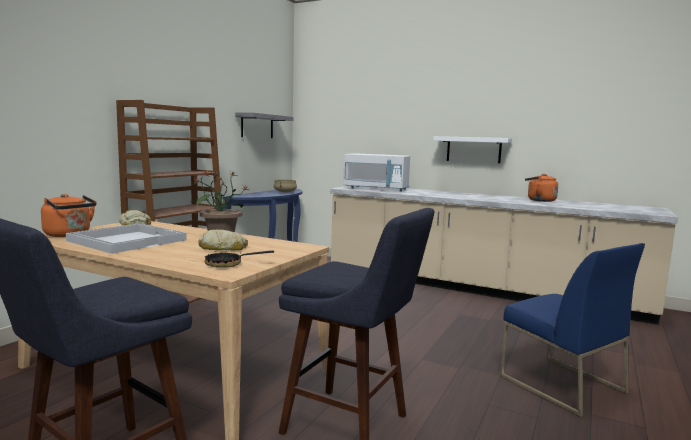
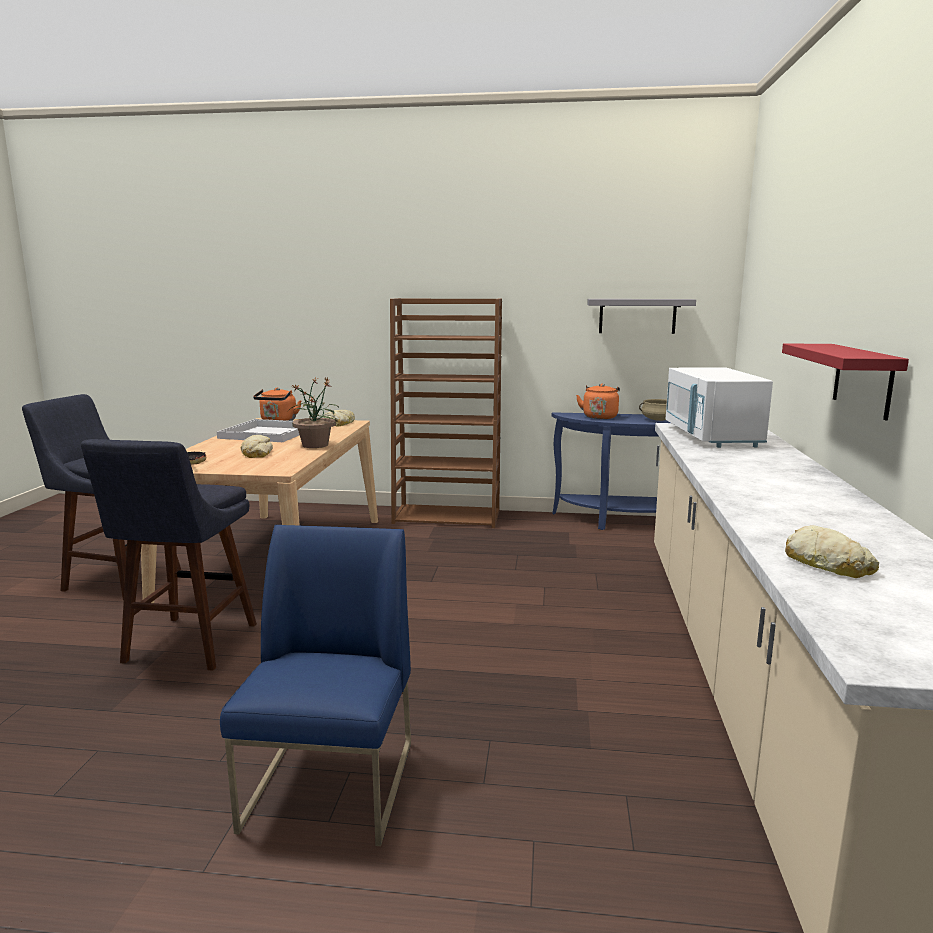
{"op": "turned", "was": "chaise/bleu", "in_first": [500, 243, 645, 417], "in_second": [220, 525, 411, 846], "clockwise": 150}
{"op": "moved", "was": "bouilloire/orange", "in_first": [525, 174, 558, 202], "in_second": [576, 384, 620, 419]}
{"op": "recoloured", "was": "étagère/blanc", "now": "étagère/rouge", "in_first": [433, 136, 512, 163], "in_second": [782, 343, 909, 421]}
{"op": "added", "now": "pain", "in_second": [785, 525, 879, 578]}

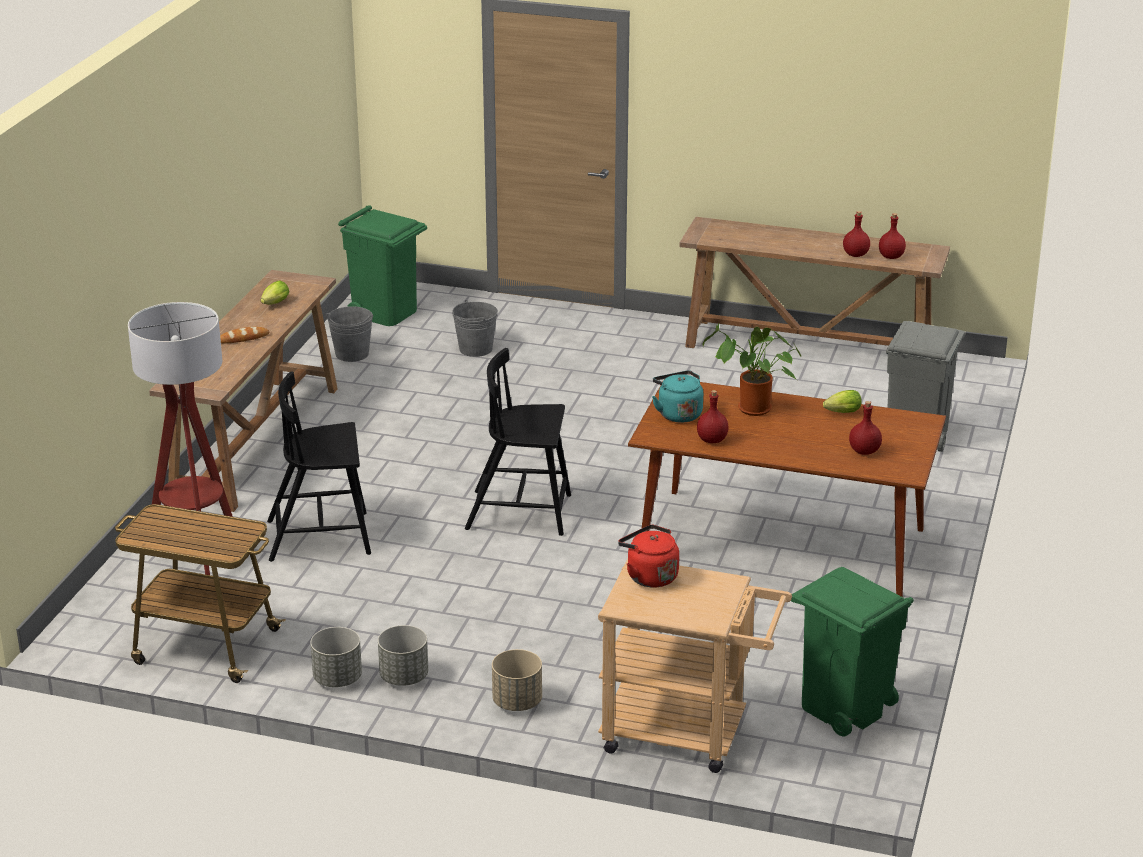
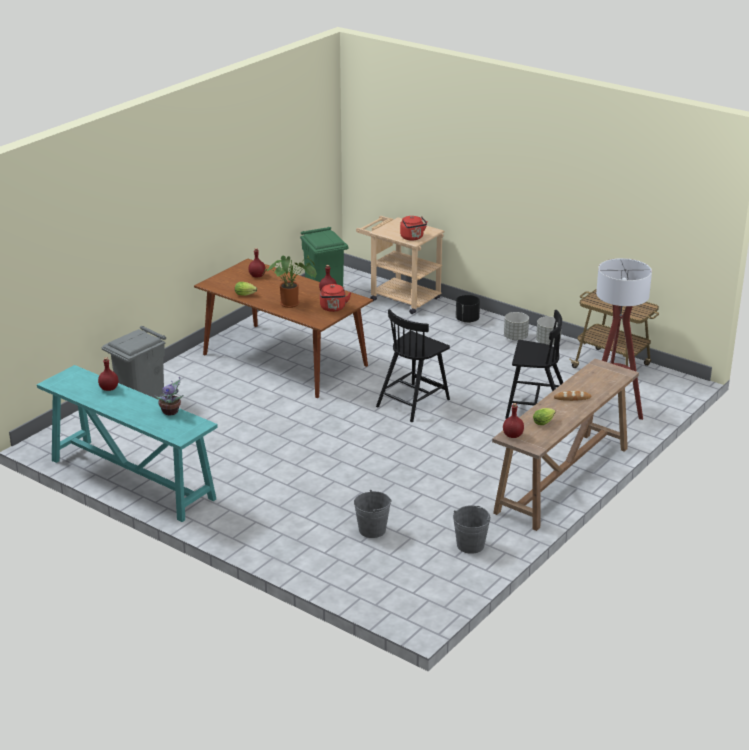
{"op": "recoloured", "was": "table console/marron", "now": "table console/turquoise", "in_first": [679, 217, 950, 348], "in_second": [37, 365, 218, 522]}
{"op": "added", "now": "plante en pot", "in_second": [154, 377, 183, 415]}
{"op": "recoloured", "was": "bouilloire/turquoise", "now": "bouilloire/rouge", "in_first": [652, 371, 703, 423], "in_second": [320, 284, 351, 312]}
{"op": "turned", "was": "chaise/noir", "in_first": [465, 348, 571, 536], "in_second": [376, 309, 450, 422], "clockwise": 105}
{"op": "recoloured", "was": "cache-pot/beige", "now": "cache-pot/noir", "in_first": [492, 649, 542, 711], "in_second": [456, 295, 480, 323]}
{"op": "moved", "was": "bouteille/rouge", "in_first": [879, 213, 906, 259], "in_second": [503, 403, 524, 438]}
{"op": "removed", "was": "poubelle/vert", "in_first": [338, 205, 427, 326]}

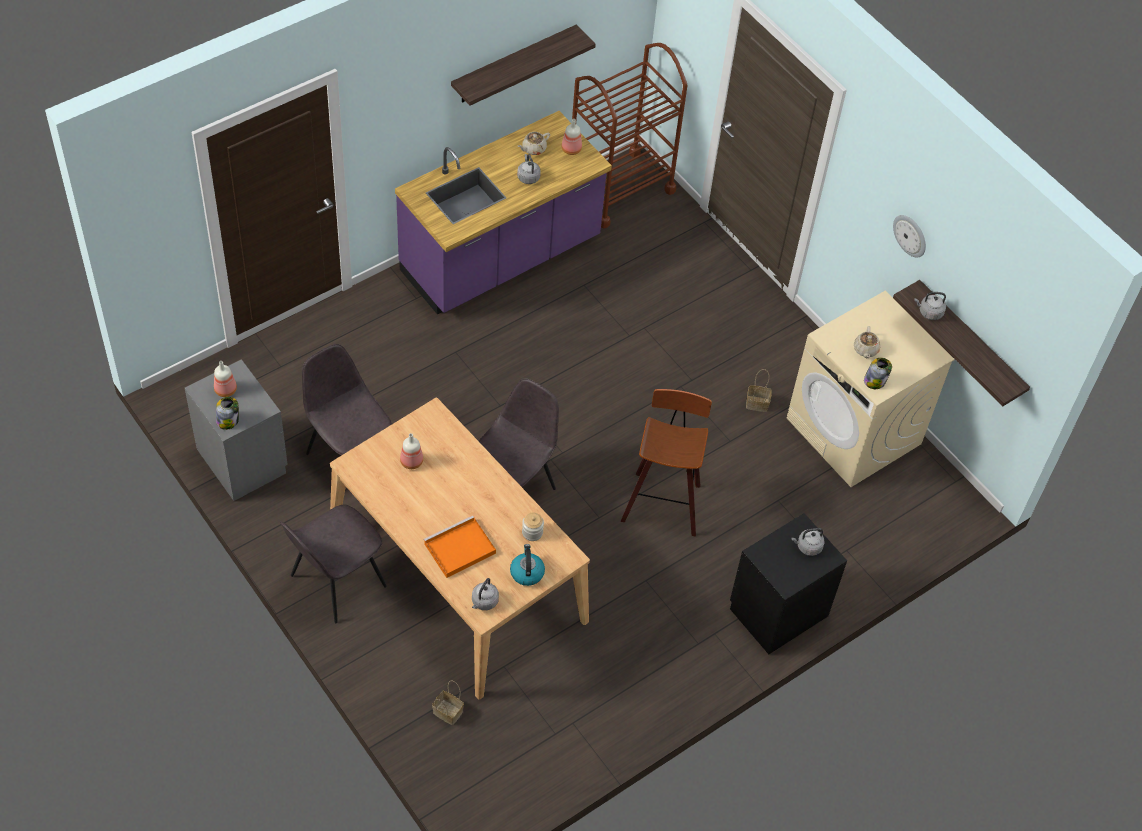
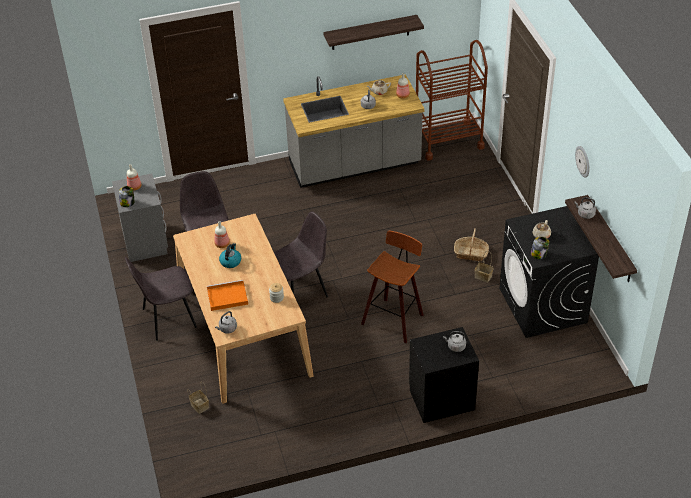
{"op": "moved", "was": "bouilloire", "in_first": [510, 544, 545, 586], "in_second": [219, 243, 241, 268]}
{"op": "recoloured", "was": "comptoir de cuisine/violet", "now": "comptoir de cuisine/gris", "in_first": [395, 111, 612, 315], "in_second": [283, 74, 425, 188]}
{"op": "added", "now": "panier", "in_second": [454, 228, 489, 261]}
{"op": "recoloured", "was": "lave-linge/beige", "now": "lave-linge/noir", "in_first": [786, 291, 955, 487], "in_second": [499, 206, 599, 338]}

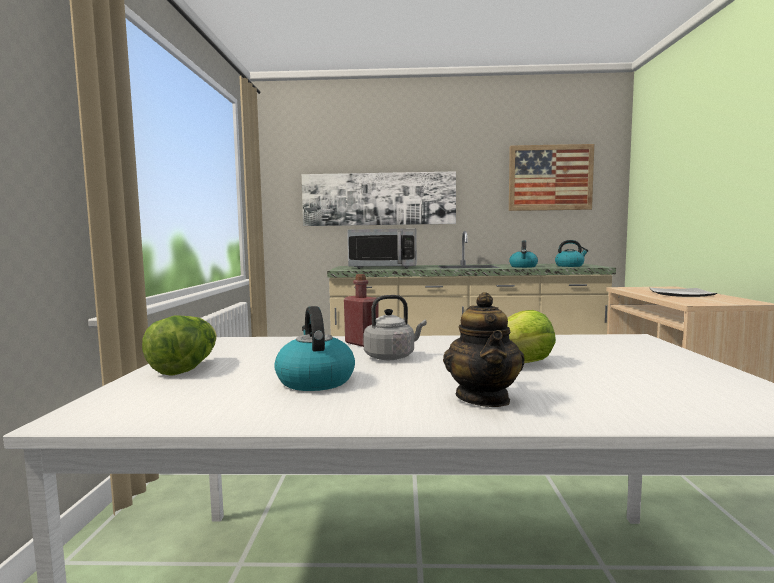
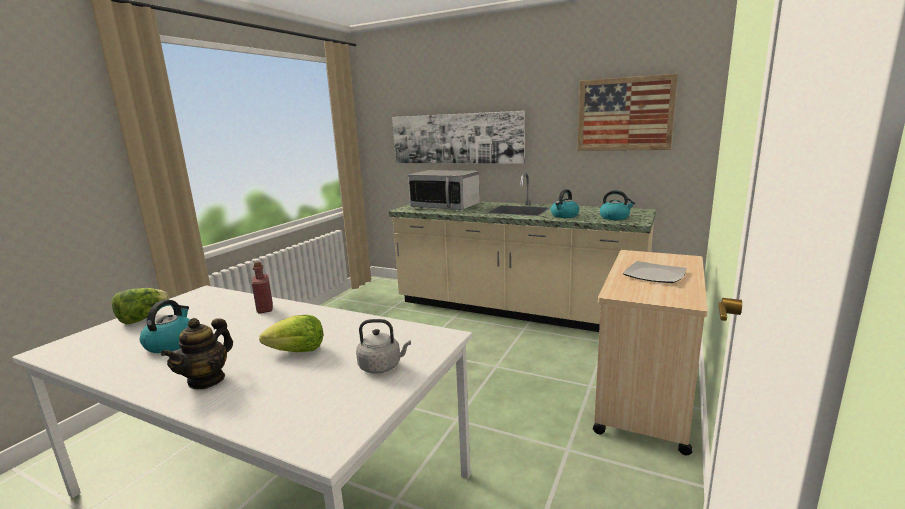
{"op": "moved", "was": "bouilloire/gris", "in_first": [363, 295, 427, 360], "in_second": [356, 319, 411, 374]}

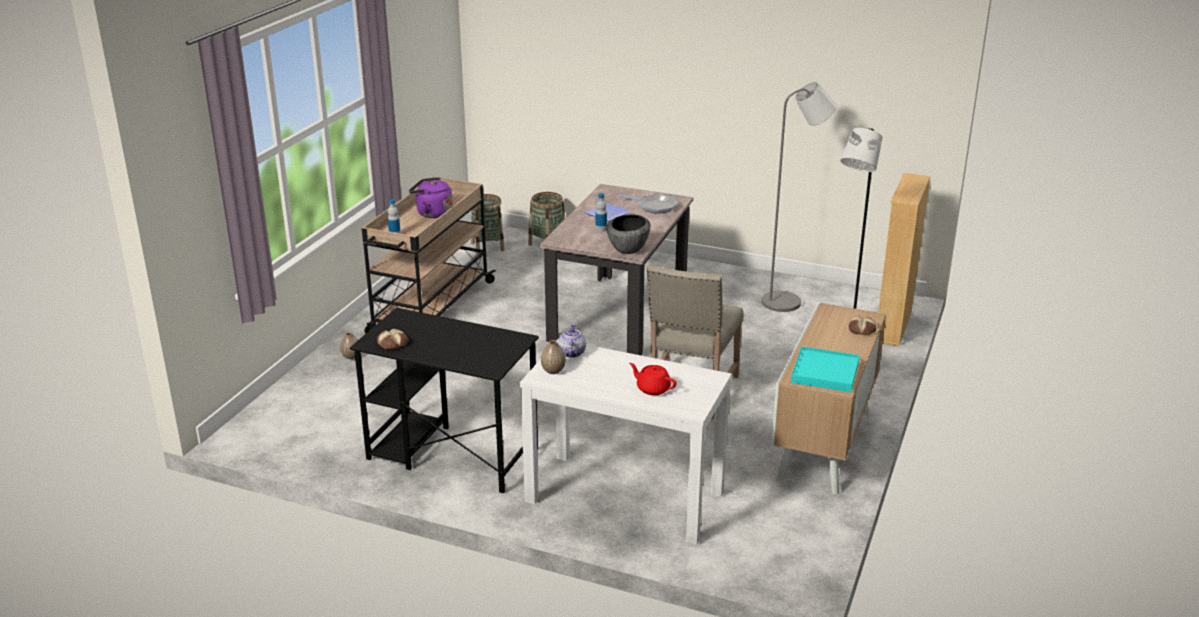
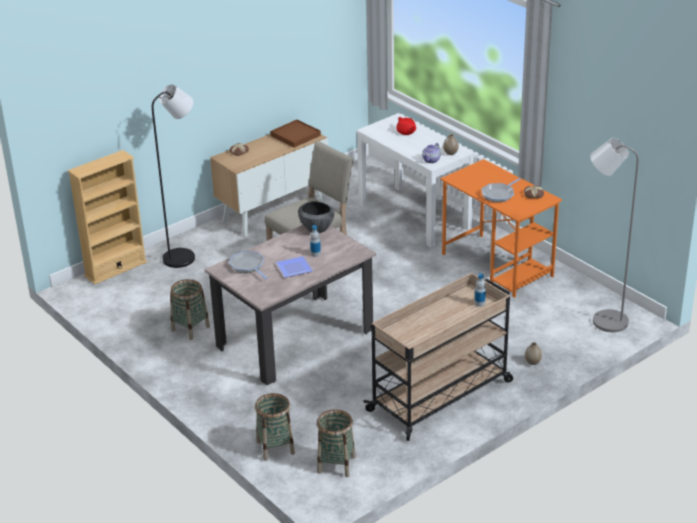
{"op": "added", "now": "panier", "in_second": [170, 279, 210, 340]}
{"op": "recoloured", "was": "plateau/turquoise", "now": "plateau/marron", "in_first": [791, 346, 860, 392], "in_second": [270, 120, 321, 148]}
{"op": "recoloured", "was": "bureau/noir", "now": "bureau/orange", "in_first": [350, 308, 539, 493], "in_second": [440, 159, 562, 298]}
{"op": "added", "now": "poêle", "in_second": [482, 178, 521, 202]}
{"op": "moved", "was": "lampadaire/gris", "in_first": [762, 82, 837, 312], "in_second": [590, 138, 639, 332]}
{"op": "removed", "was": "bouilloire/violet", "in_first": [409, 177, 453, 218]}

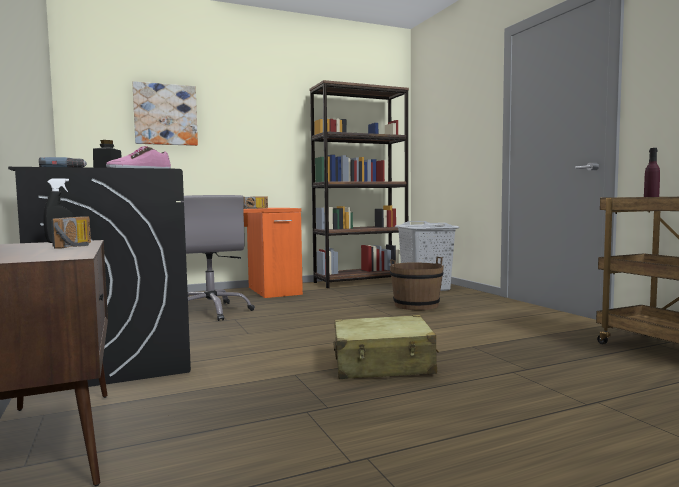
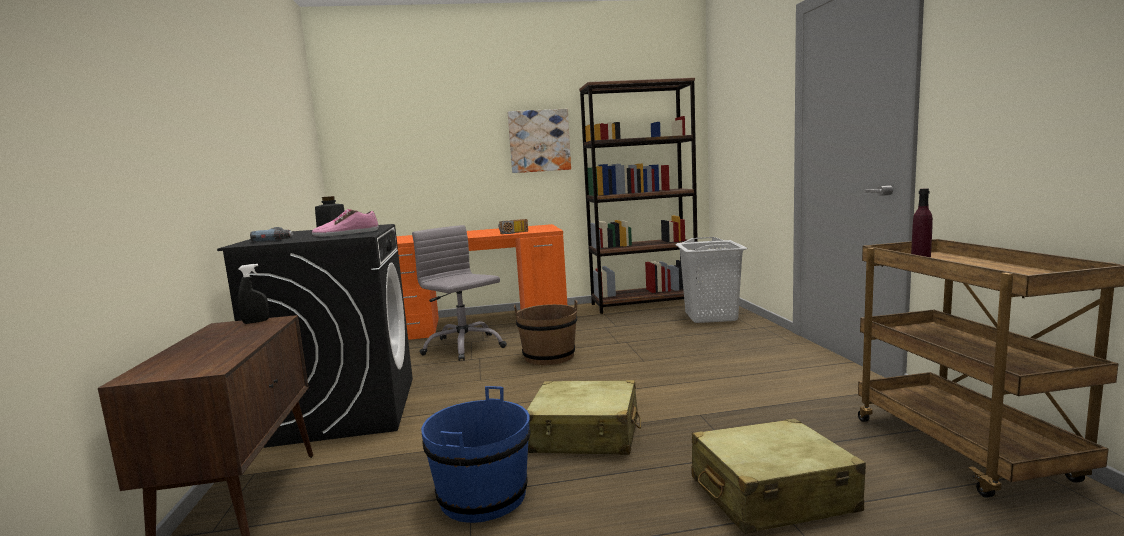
{"op": "turned", "was": "chaise de bureau/gris", "in_first": [181, 195, 255, 321], "in_second": [412, 225, 507, 361], "clockwise": 150}
{"op": "added", "now": "seau/bleu", "in_second": [421, 386, 530, 523]}
{"op": "moved", "was": "tableau", "in_first": [132, 81, 198, 146], "in_second": [508, 109, 571, 173]}
{"op": "moved", "was": "seau/marron", "in_first": [390, 257, 444, 310], "in_second": [514, 300, 577, 365]}
{"op": "added", "now": "valise/beige", "in_second": [691, 418, 866, 534]}
{"op": "removed", "was": "radio", "in_first": [51, 216, 91, 249]}

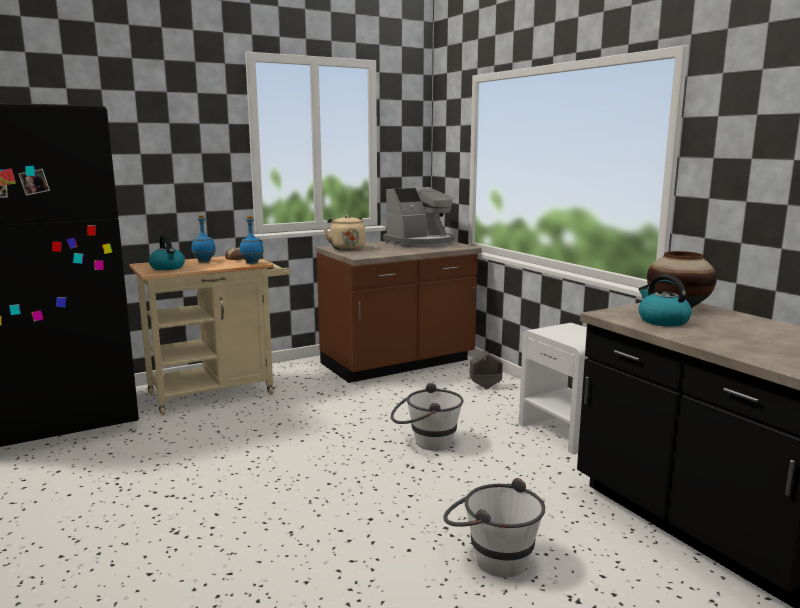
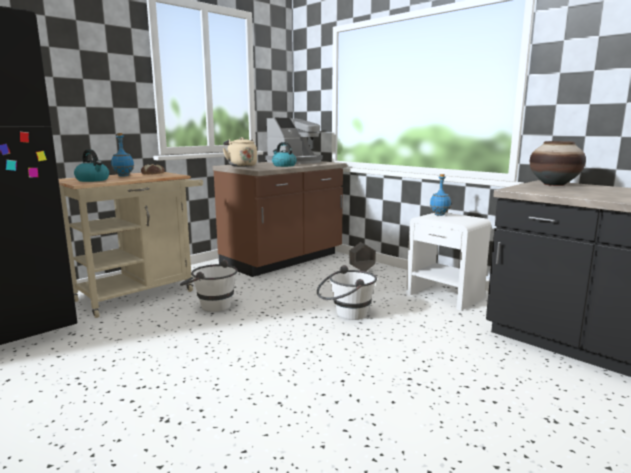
{"op": "moved", "was": "seau/blanc", "in_first": [443, 478, 545, 577], "in_second": [180, 260, 238, 312]}
{"op": "moved", "was": "bouilloire", "in_first": [639, 275, 692, 327], "in_second": [272, 142, 297, 167]}
{"op": "moved", "was": "bouteille/bleu", "in_first": [240, 216, 264, 264], "in_second": [430, 174, 451, 216]}

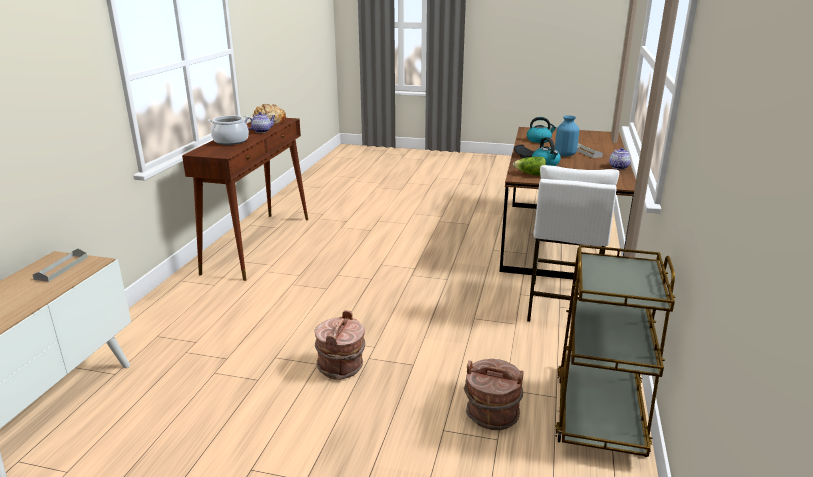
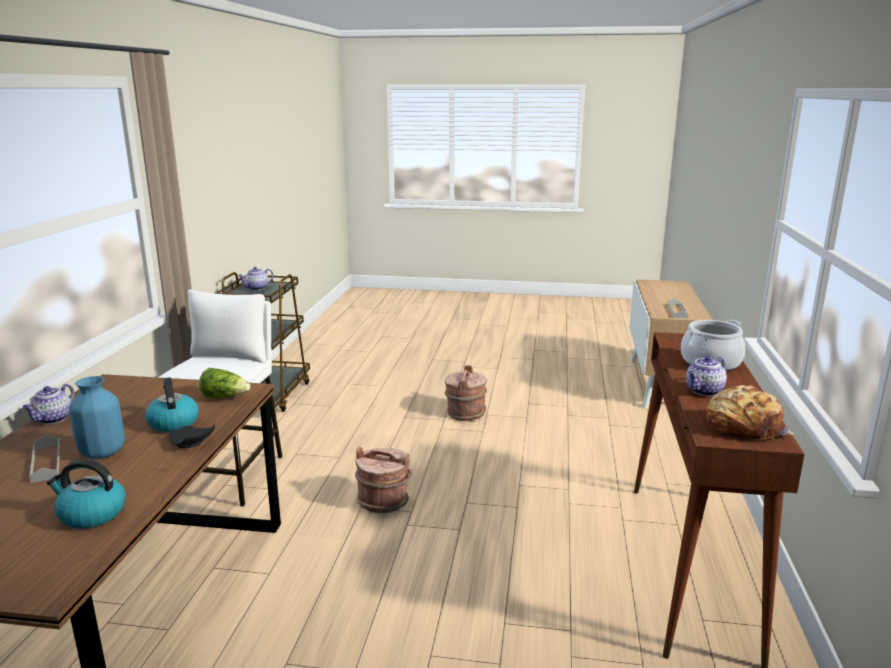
{"op": "added", "now": "théière", "in_second": [238, 267, 273, 290]}
{"op": "moved", "was": "seau/marron", "in_first": [464, 359, 524, 430], "in_second": [355, 447, 412, 513]}

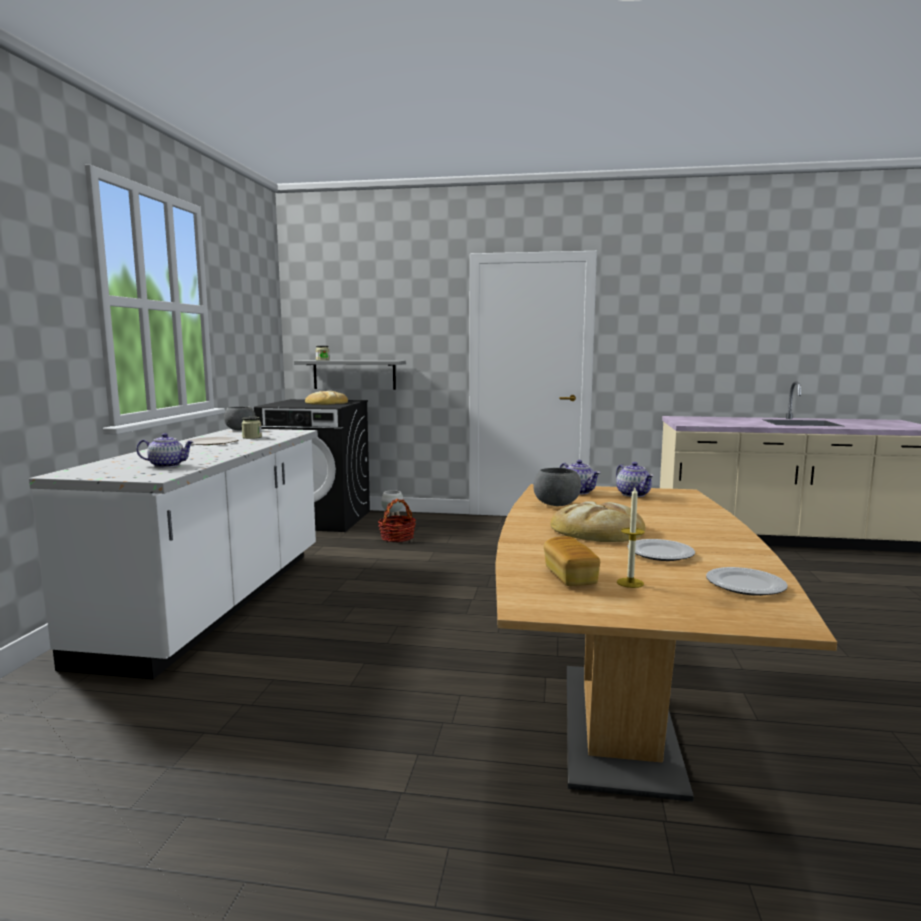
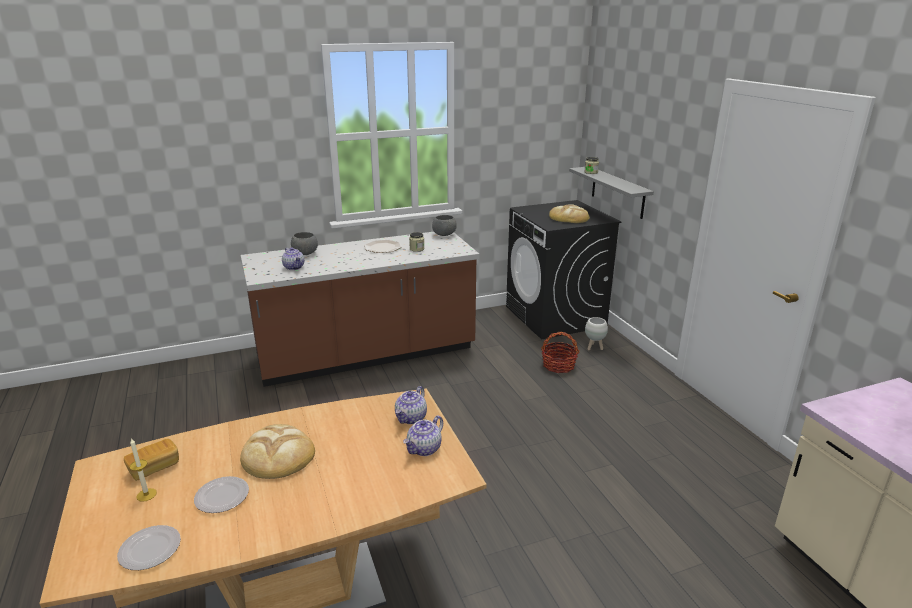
{"op": "recoloured", "was": "comptoir de cuisine/blanc", "now": "comptoir de cuisine/marron", "in_first": [29, 428, 318, 679], "in_second": [240, 232, 479, 387]}
{"op": "moved", "was": "bol/gris", "in_first": [533, 468, 581, 506], "in_second": [291, 232, 318, 255]}

